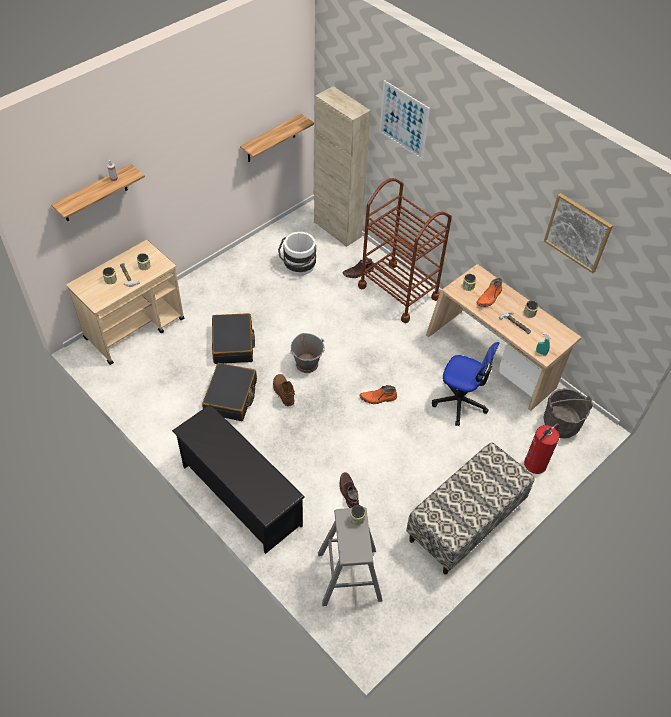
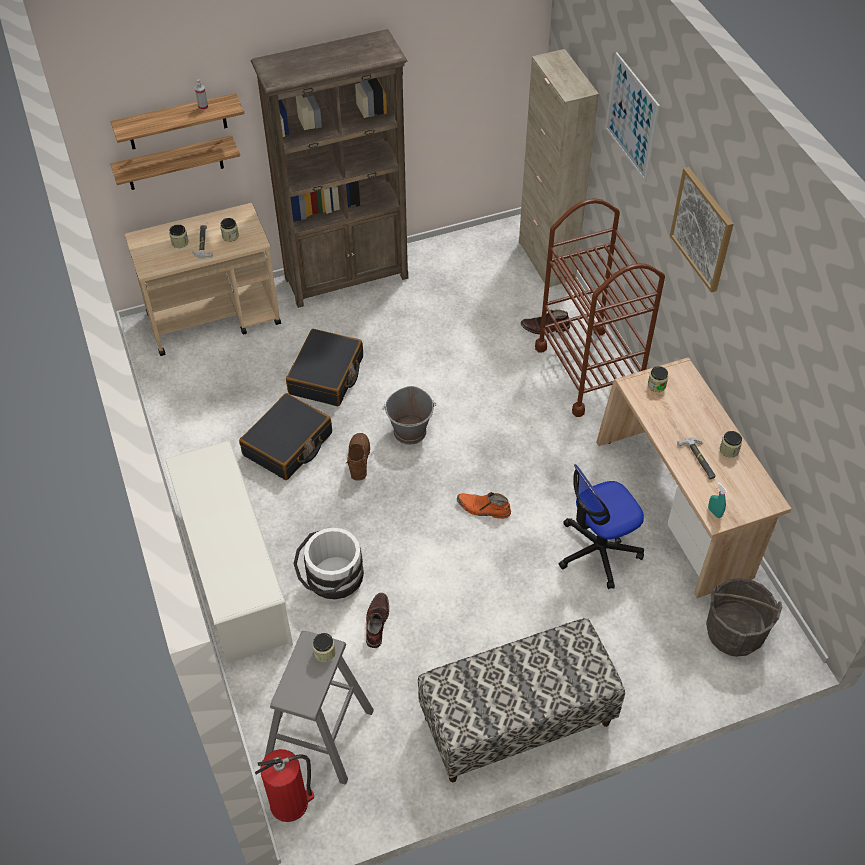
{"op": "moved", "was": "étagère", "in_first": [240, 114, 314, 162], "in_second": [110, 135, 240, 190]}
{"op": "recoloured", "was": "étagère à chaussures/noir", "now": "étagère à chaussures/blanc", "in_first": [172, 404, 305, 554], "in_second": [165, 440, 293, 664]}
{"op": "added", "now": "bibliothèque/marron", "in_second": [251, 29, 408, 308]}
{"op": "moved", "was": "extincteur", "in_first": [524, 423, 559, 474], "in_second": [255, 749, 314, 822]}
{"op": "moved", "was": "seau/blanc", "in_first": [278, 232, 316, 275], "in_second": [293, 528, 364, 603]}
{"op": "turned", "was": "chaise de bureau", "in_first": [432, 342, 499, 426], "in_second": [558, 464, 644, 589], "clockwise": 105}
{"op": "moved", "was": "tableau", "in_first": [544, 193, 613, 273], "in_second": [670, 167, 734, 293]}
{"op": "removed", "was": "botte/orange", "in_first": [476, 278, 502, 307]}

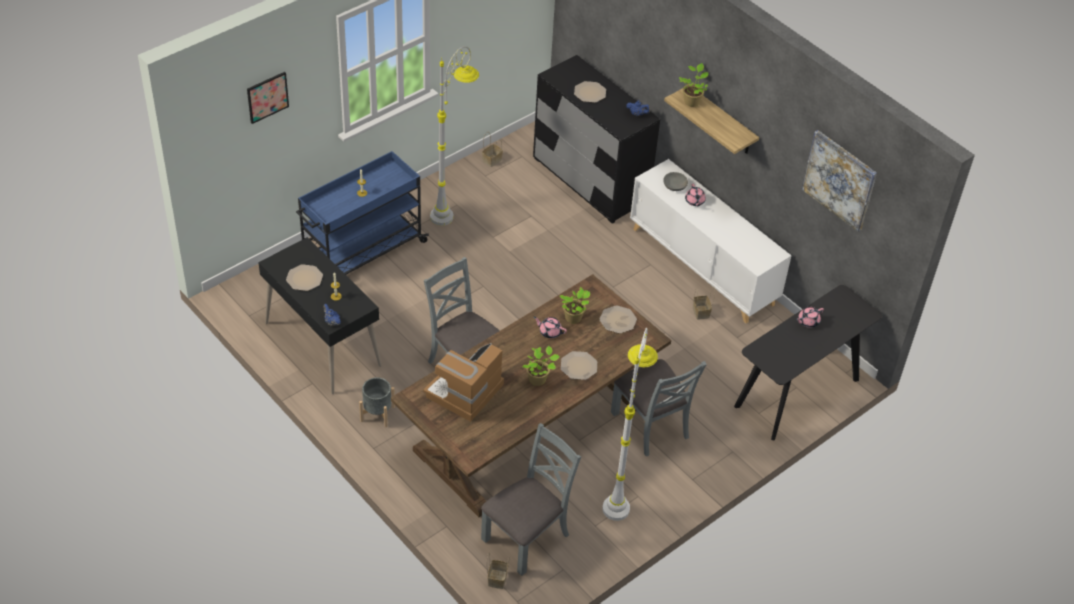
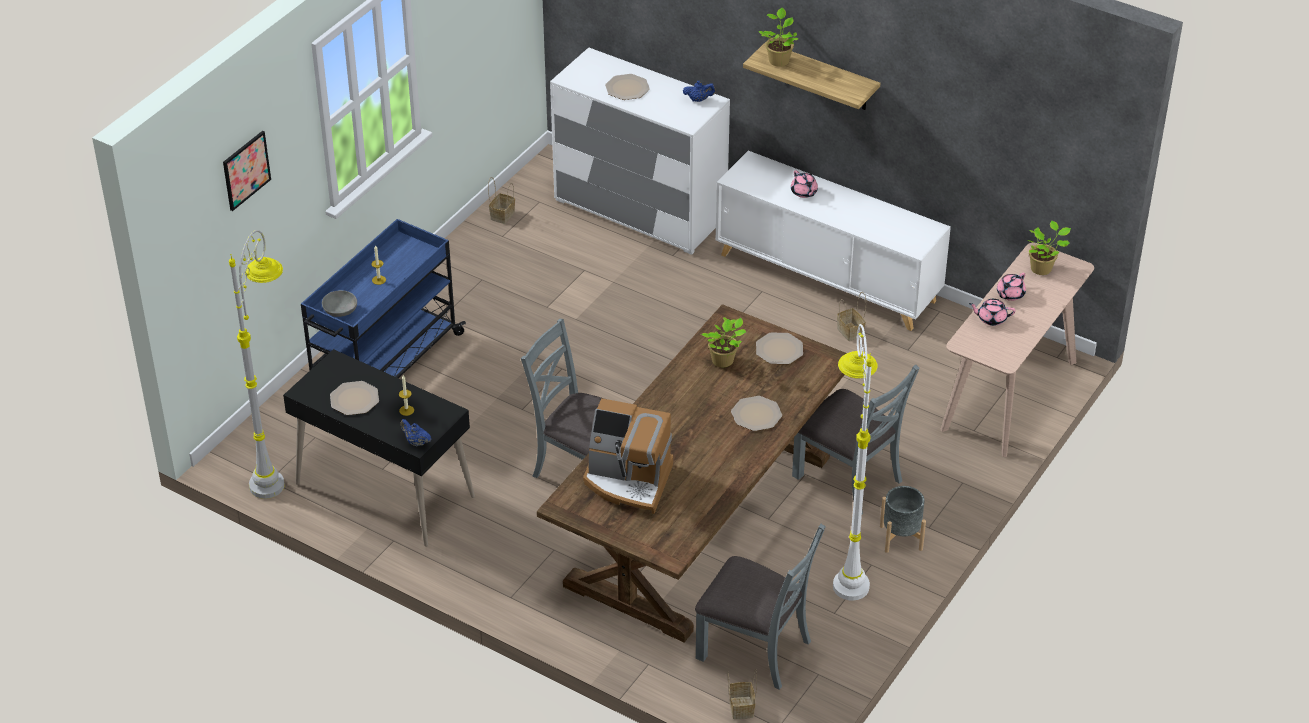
{"op": "moved", "was": "lampadaire/gris", "in_first": [430, 46, 479, 226], "in_second": [229, 230, 285, 499]}
{"op": "moved", "was": "bol/gris", "in_first": [663, 172, 688, 191], "in_second": [322, 290, 357, 317]}
{"op": "recoloured", "was": "commode/noir", "now": "commode/blanc", "in_first": [533, 55, 660, 224], "in_second": [550, 48, 730, 255]}
{"op": "turned", "was": "machine à café", "in_first": [423, 343, 504, 422], "in_second": [583, 398, 673, 514], "clockwise": -90}
{"op": "turned", "was": "chaise/gris", "in_first": [481, 423, 581, 576], "in_second": [695, 524, 826, 690], "clockwise": 90}
{"op": "moved", "was": "cache-pot/gris", "in_first": [359, 377, 395, 427], "in_second": [880, 486, 926, 553]}
{"op": "recoloured", "was": "table console/noir", "now": "table console/beige", "in_first": [734, 285, 882, 441], "in_second": [940, 243, 1094, 457]}
{"op": "moved", "was": "théière/rose", "in_first": [534, 317, 567, 338], "in_second": [969, 299, 1016, 326]}
{"op": "moved", "was": "plante en pot", "in_first": [523, 346, 560, 386], "in_second": [1027, 221, 1071, 275]}
{"op": "removed", "was": "tableau", "in_first": [802, 130, 877, 232]}

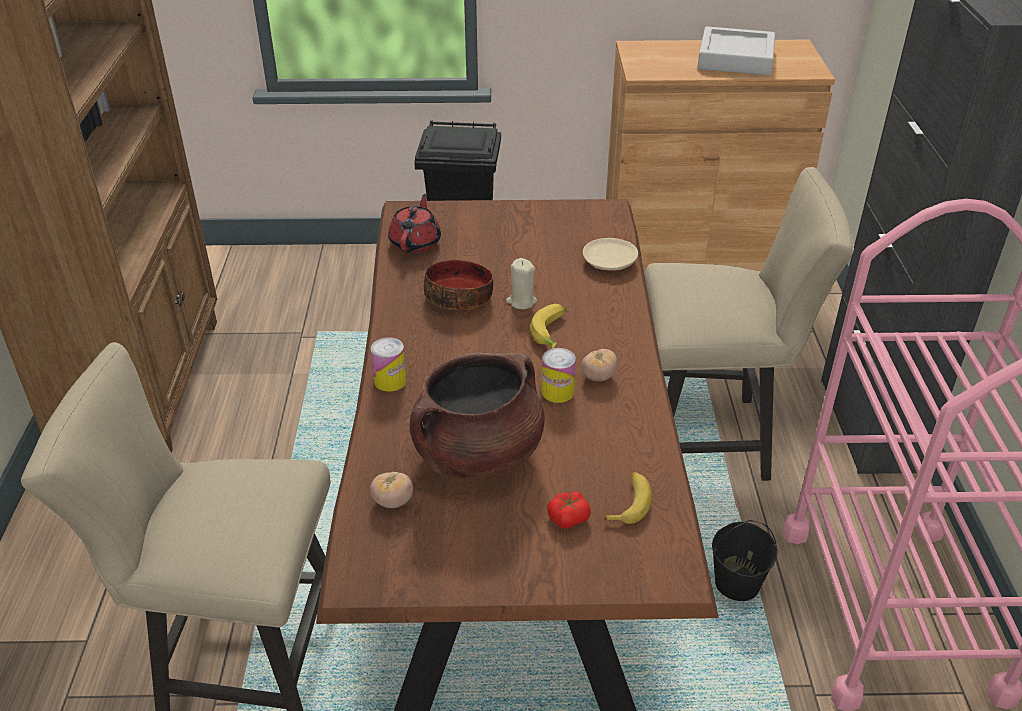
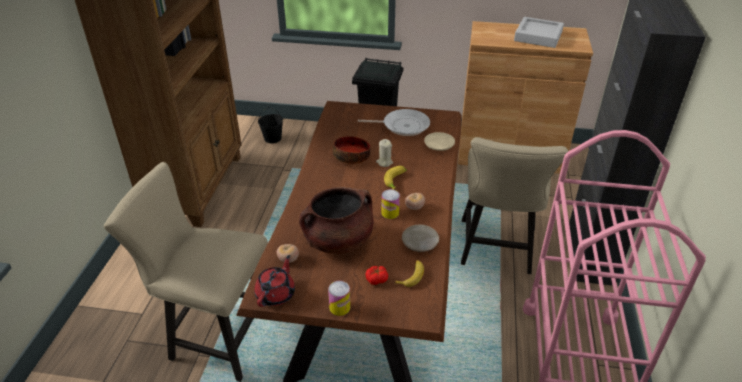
{"op": "moved", "was": "théière/rouge", "in_first": [388, 194, 441, 253], "in_second": [254, 255, 295, 307]}
{"op": "moved", "was": "seau/noir", "in_first": [712, 520, 778, 601], "in_second": [258, 107, 283, 143]}
{"op": "moved", "was": "boîte métallique", "in_first": [371, 337, 407, 392], "in_second": [328, 281, 350, 316]}
{"op": "added", "now": "poêle", "in_second": [358, 109, 430, 136]}
{"op": "added", "now": "assiette/beige", "in_second": [402, 225, 439, 252]}
{"op": "turned", "was": "chaise/beige", "in_first": [644, 167, 854, 481], "in_second": [461, 137, 568, 274], "clockwise": 90}

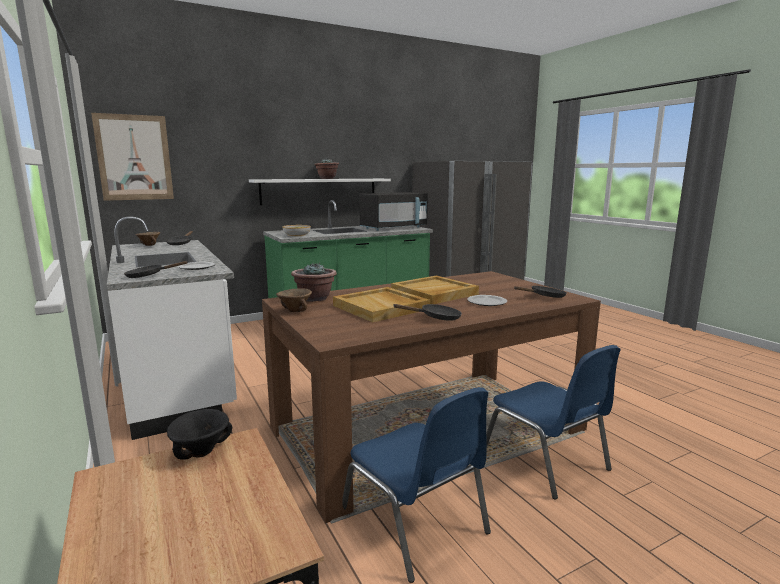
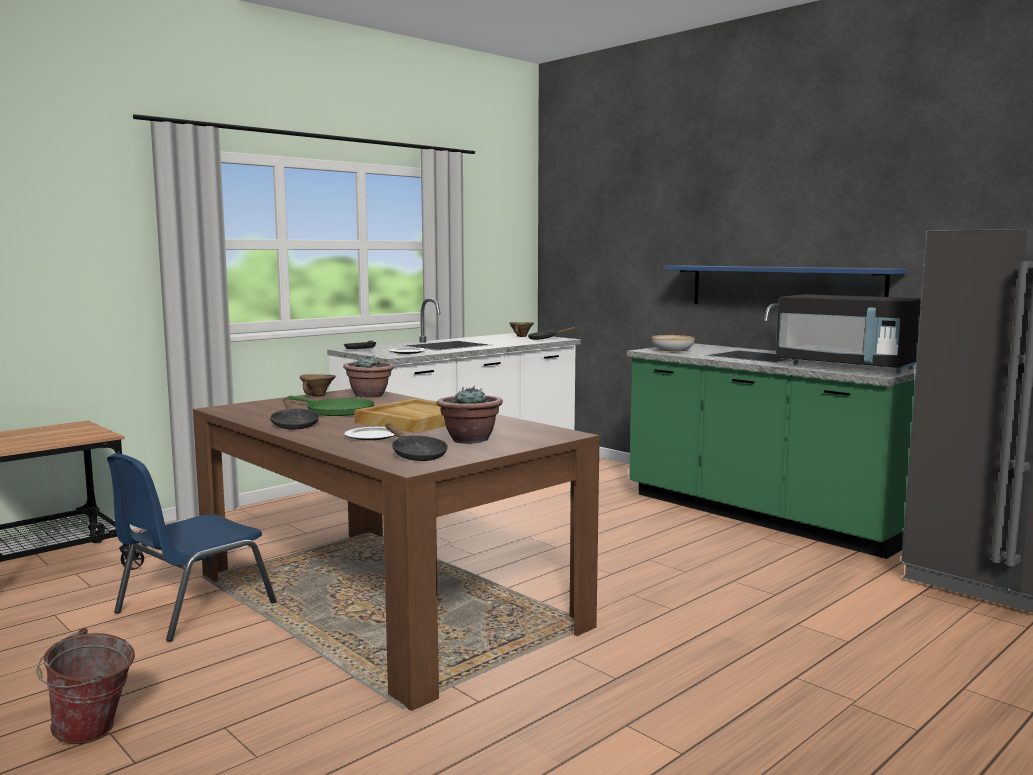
{"op": "added", "now": "seau", "in_second": [36, 628, 135, 744]}
{"op": "replaced", "was": "plateau/beige", "now": "poêle/vert", "in_first": [333, 287, 430, 322], "in_second": [287, 396, 375, 416]}
{"op": "moved", "was": "plante en pot", "in_first": [314, 159, 339, 179], "in_second": [436, 386, 503, 444]}
{"op": "recoloured", "was": "étagère/blanc", "now": "étagère/bleu", "in_first": [249, 179, 391, 205], "in_second": [664, 266, 908, 304]}
{"op": "removed", "was": "tableau", "in_first": [91, 113, 174, 201]}
{"op": "removed", "was": "bol/noir", "in_first": [167, 409, 232, 460]}
{"op": "removed", "was": "chaise/bleu", "in_first": [486, 345, 621, 499]}

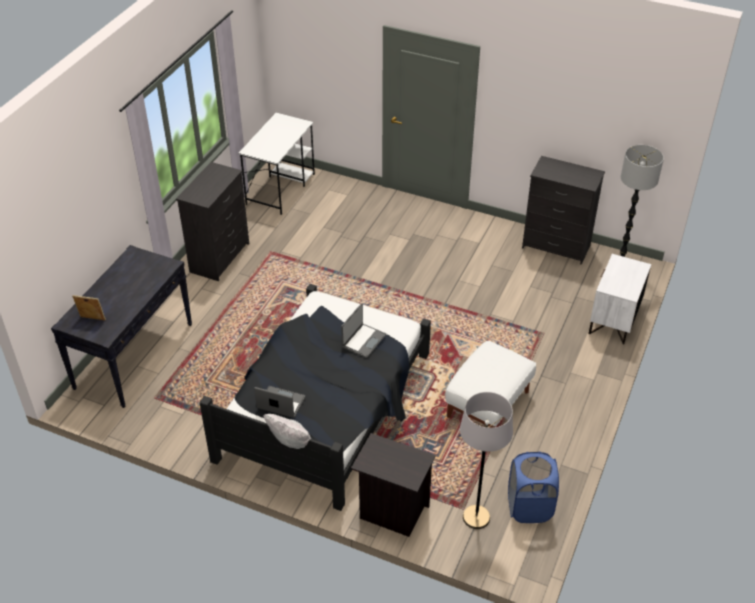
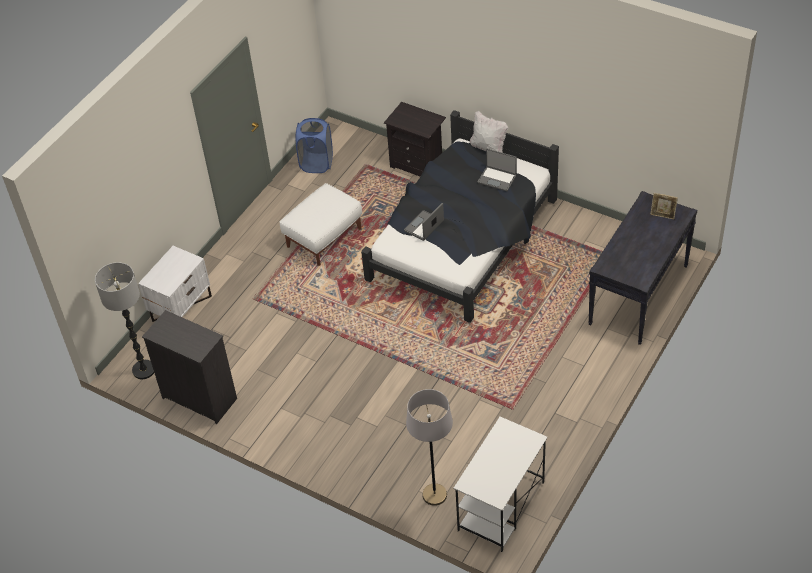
{"op": "moved", "was": "lampadaire/gris", "in_first": [460, 392, 513, 529], "in_second": [406, 389, 453, 506]}
{"op": "removed", "was": "commode/noir", "in_first": [176, 162, 249, 281]}

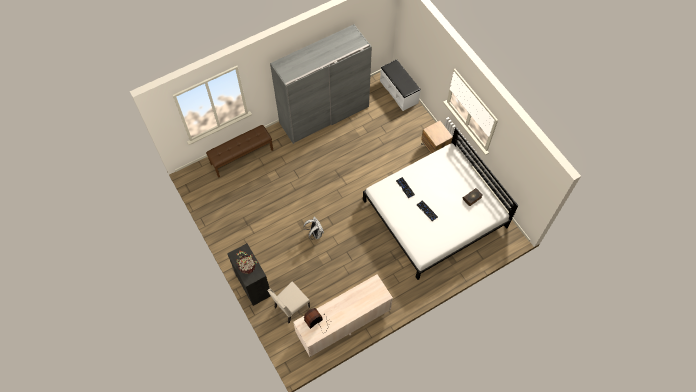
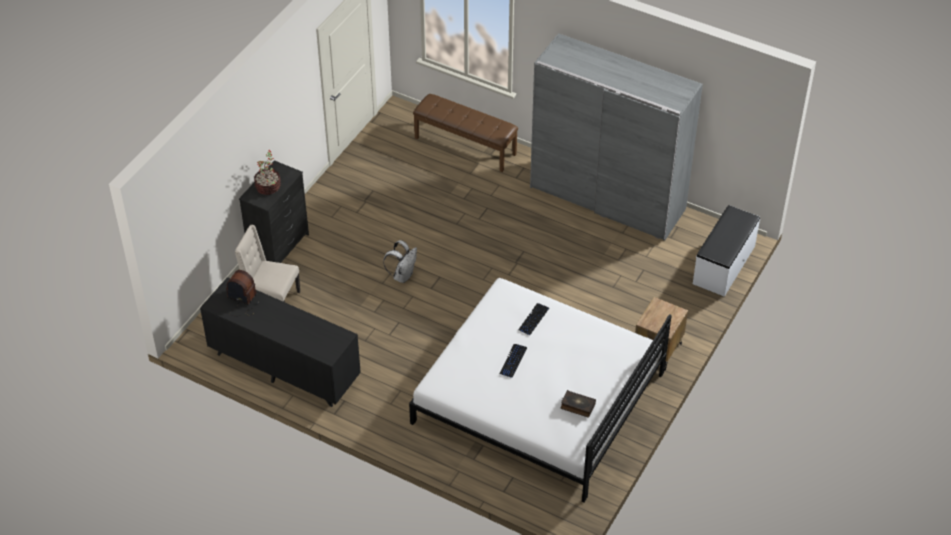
{"op": "recoloured", "was": "commode/beige", "now": "commode/noir", "in_first": [293, 274, 393, 357], "in_second": [200, 277, 361, 407]}

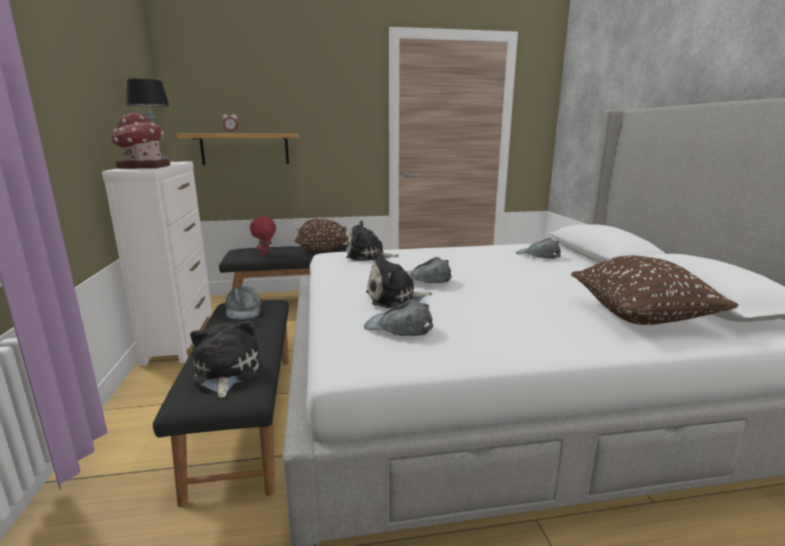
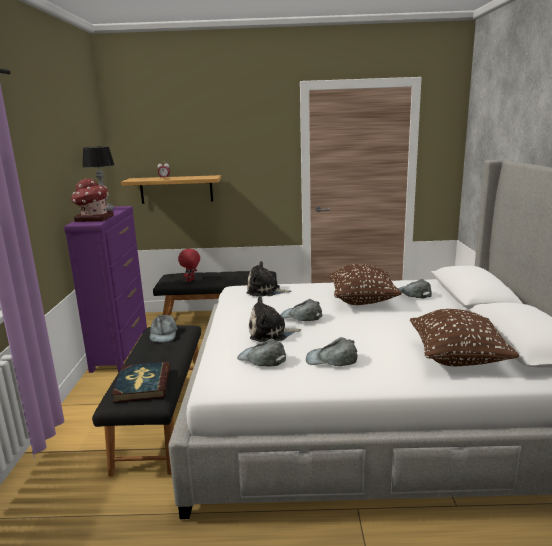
{"op": "recoloured", "was": "commode/blanc", "now": "commode/violet", "in_first": [102, 162, 212, 366], "in_second": [64, 206, 147, 373]}
{"op": "replaced", "was": "peluche", "now": "livre", "in_first": [190, 320, 259, 398], "in_second": [112, 362, 170, 403]}
{"op": "added", "now": "casquette/gris", "in_second": [306, 337, 358, 366]}
{"op": "moved", "was": "coussin/marron", "in_first": [295, 219, 348, 251], "in_second": [329, 264, 402, 305]}

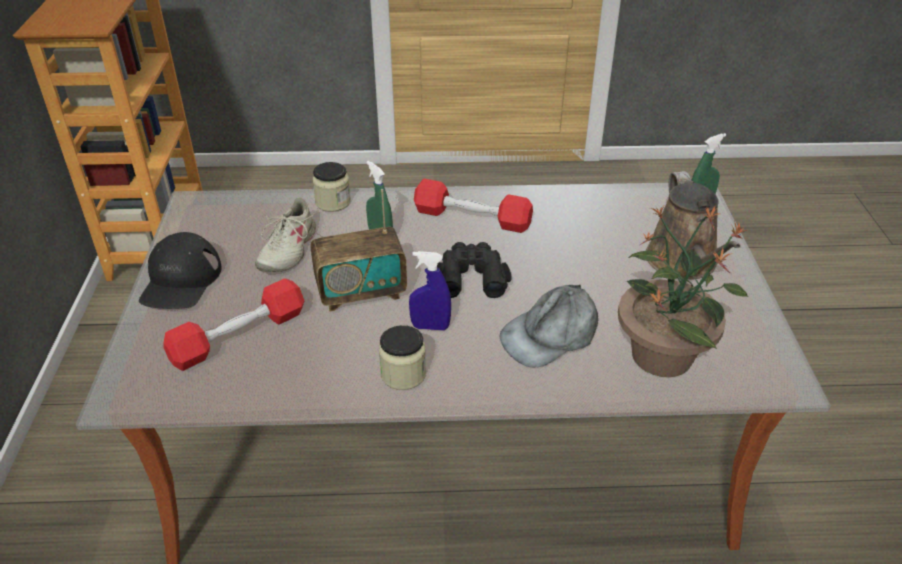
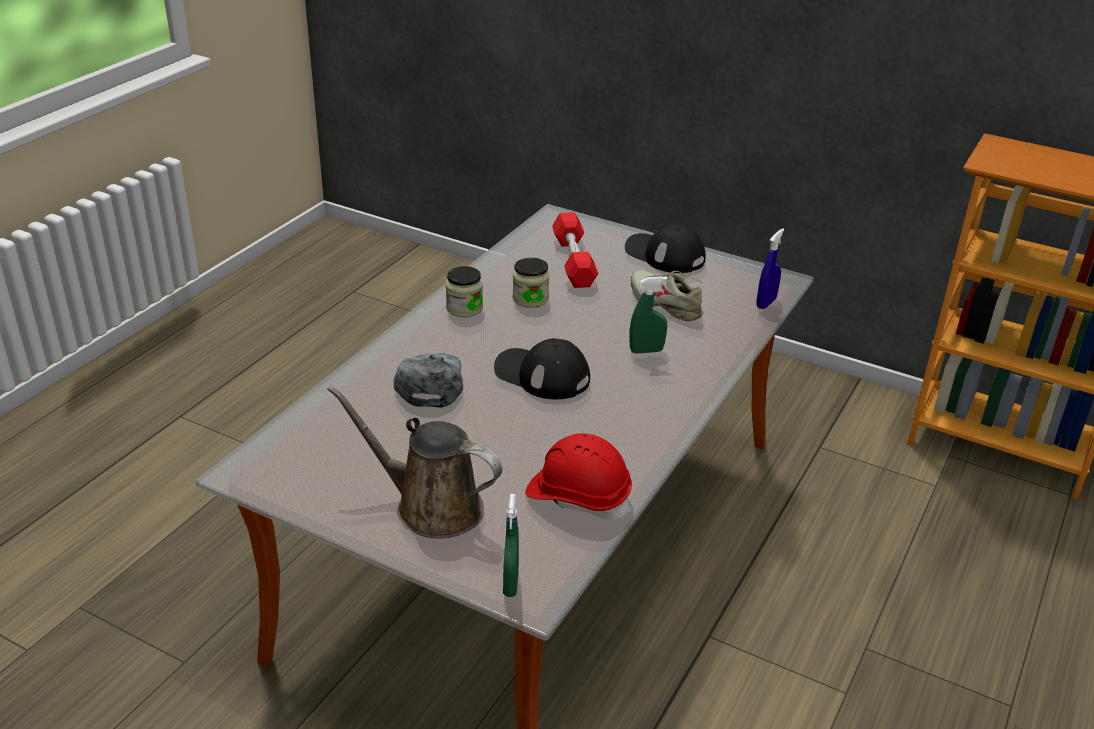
{"op": "replaced", "was": "jumelles/noir", "now": "casquette/noir", "in_first": [437, 242, 512, 298], "in_second": [494, 338, 590, 399]}
{"op": "moved", "was": "bocal", "in_first": [312, 162, 351, 212], "in_second": [513, 258, 549, 308]}
{"op": "added", "now": "casque de chantier/rouge", "in_second": [525, 433, 632, 520]}
{"op": "moved", "was": "vaporisateur/bleu", "in_first": [409, 251, 451, 330], "in_second": [757, 228, 784, 309]}
{"op": "removed", "was": "radio", "in_first": [310, 189, 407, 311]}
{"op": "removed", "was": "haltère/rouge", "in_first": [414, 179, 533, 233]}
{"op": "removed", "was": "plante en pot", "in_first": [618, 204, 748, 377]}

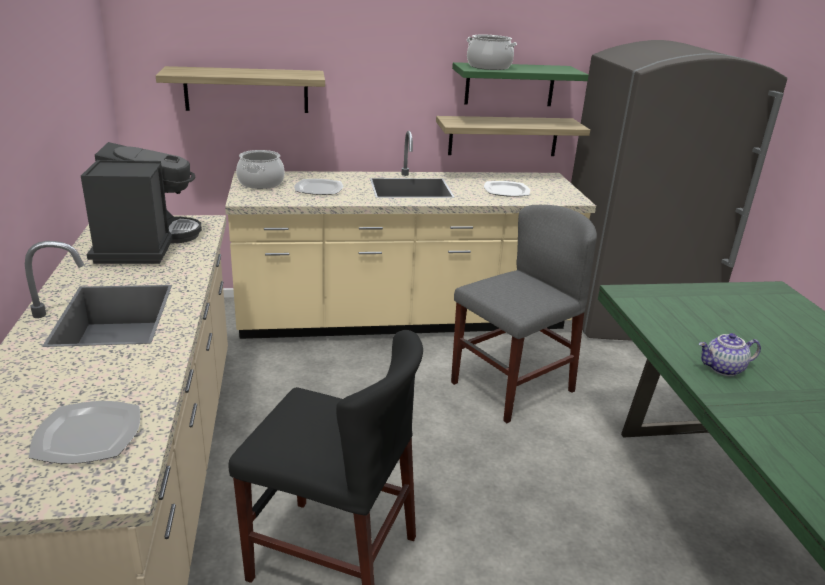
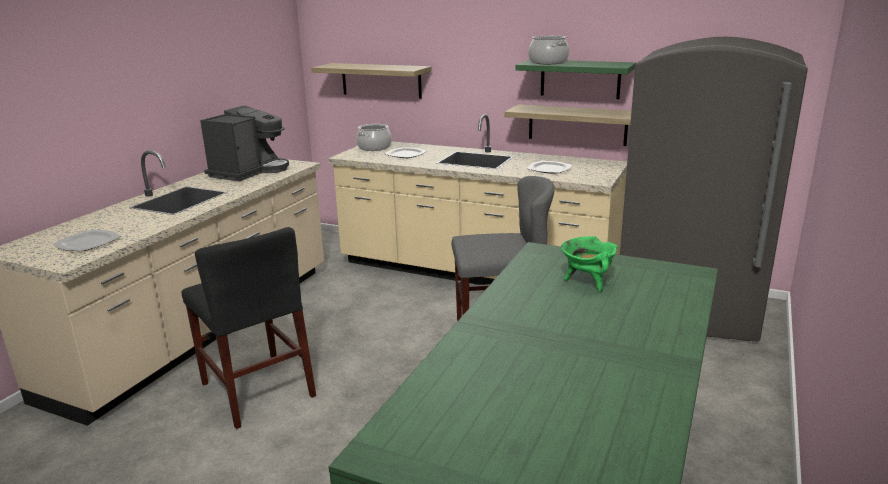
{"op": "added", "now": "marmite/vert", "in_second": [560, 236, 618, 293]}
{"op": "removed", "was": "théière", "in_first": [699, 333, 761, 376]}

